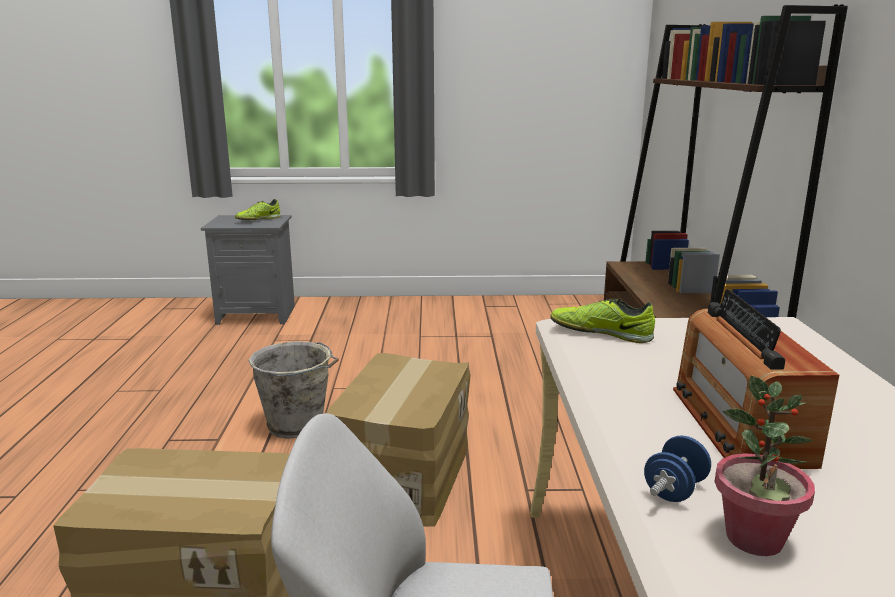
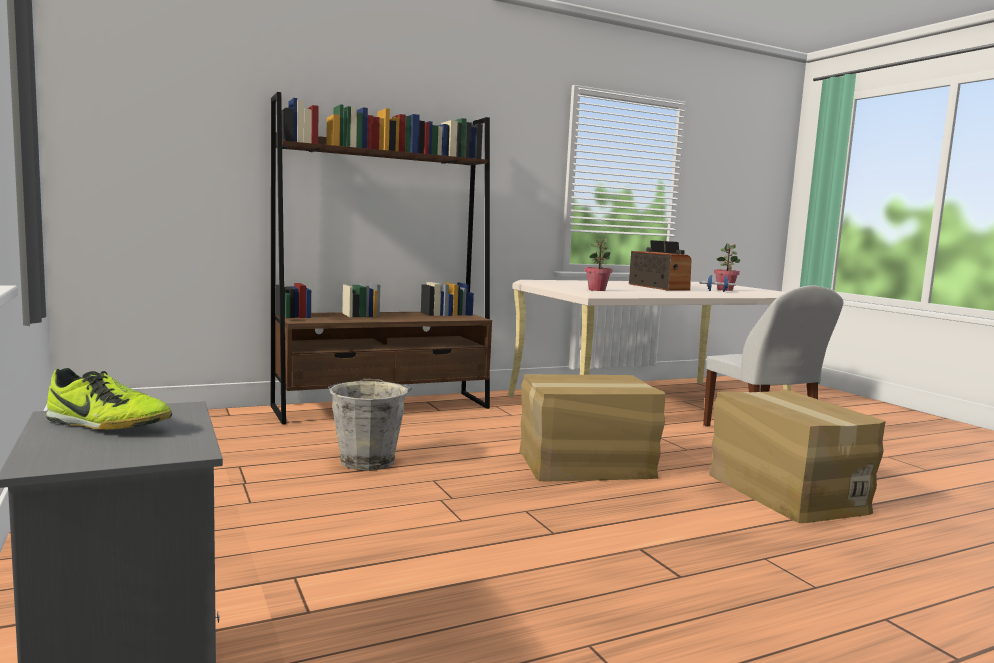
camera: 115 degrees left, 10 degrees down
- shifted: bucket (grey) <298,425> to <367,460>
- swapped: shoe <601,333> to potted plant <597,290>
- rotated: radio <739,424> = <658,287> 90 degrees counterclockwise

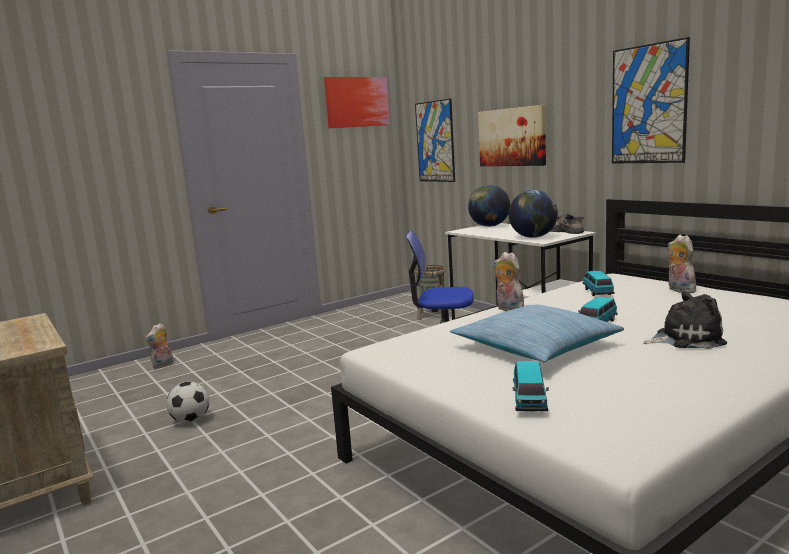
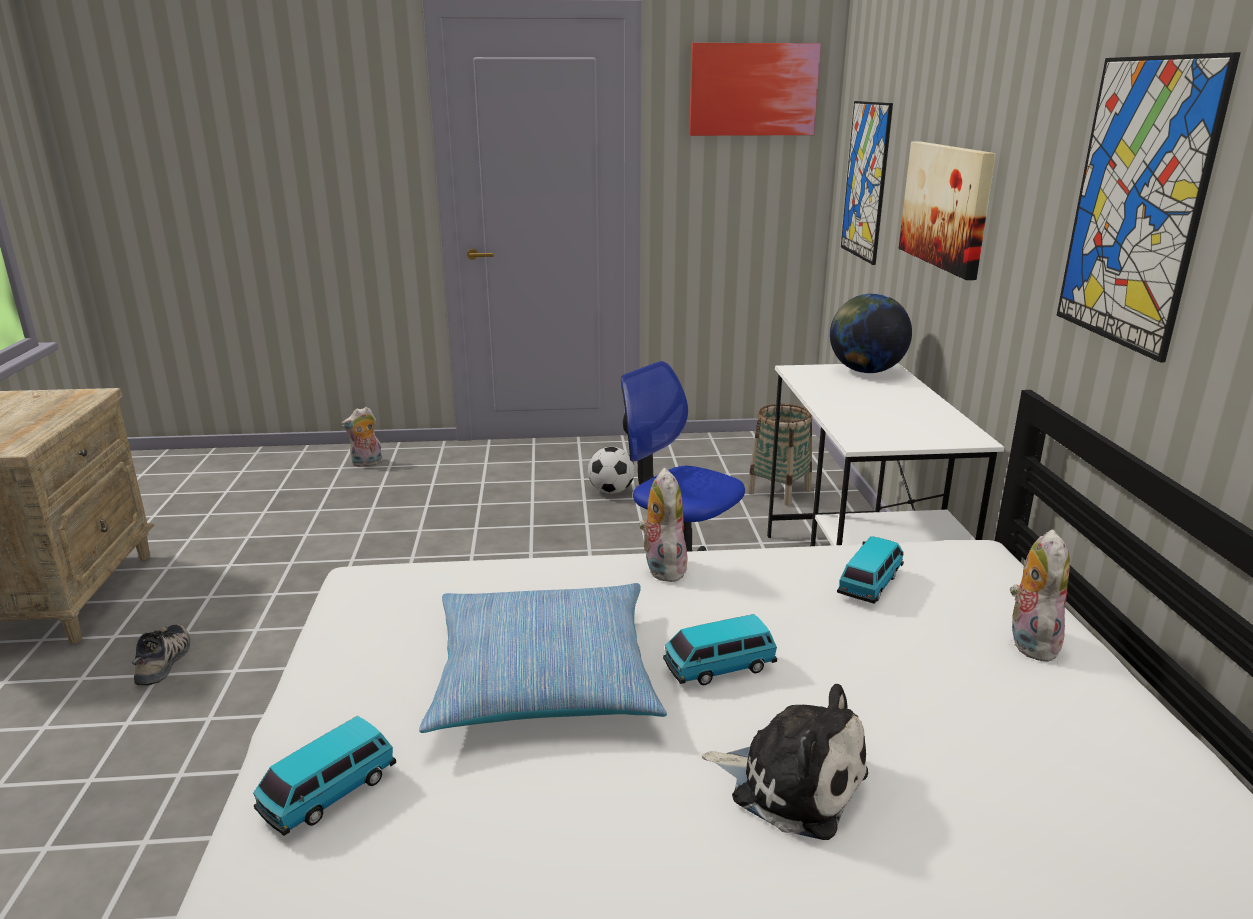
camera: 30 degrees right, 10 degrees up
- shifted: shoe <565,231> to <165,660>
- shifted: football <190,420> to <611,491>
- gone: globe <533,237>

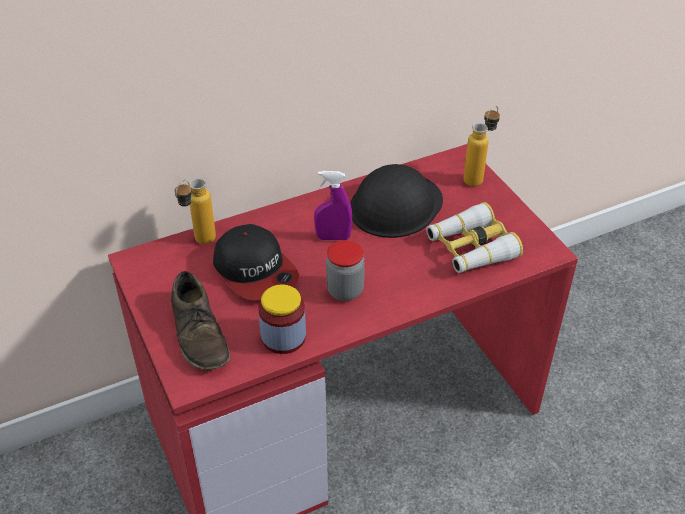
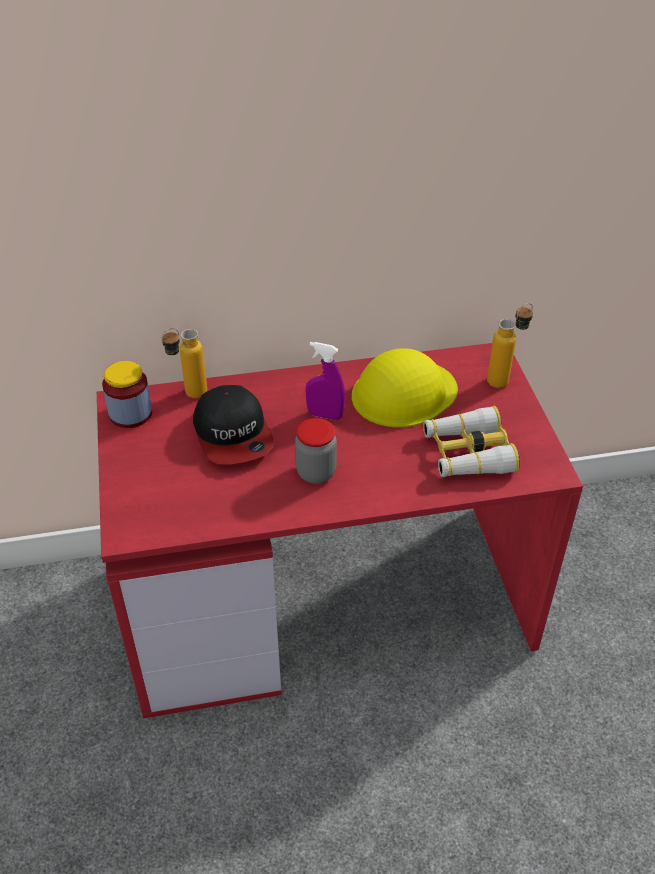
camera: 15 degrees right, 0 degrees up
- shifted: jar <283,337> to <130,414>
- repainted: hard hat (black) <395,205> to hard hat (yellow) <403,393>
- gone: shoe (brown) <199,333>

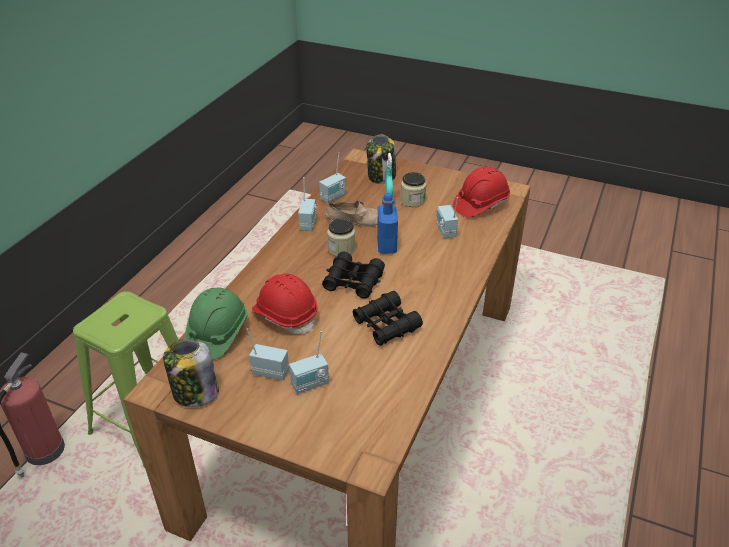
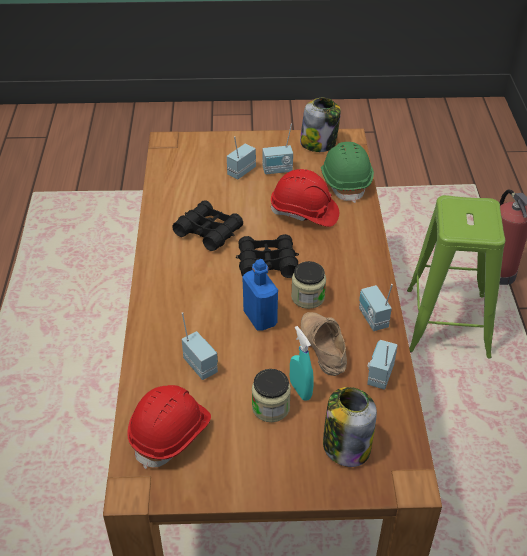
camera: 155 degrees right, 5 degrees up
- rotated: shoe (beige) <357,219> = <321,346> 90 degrees clockwise

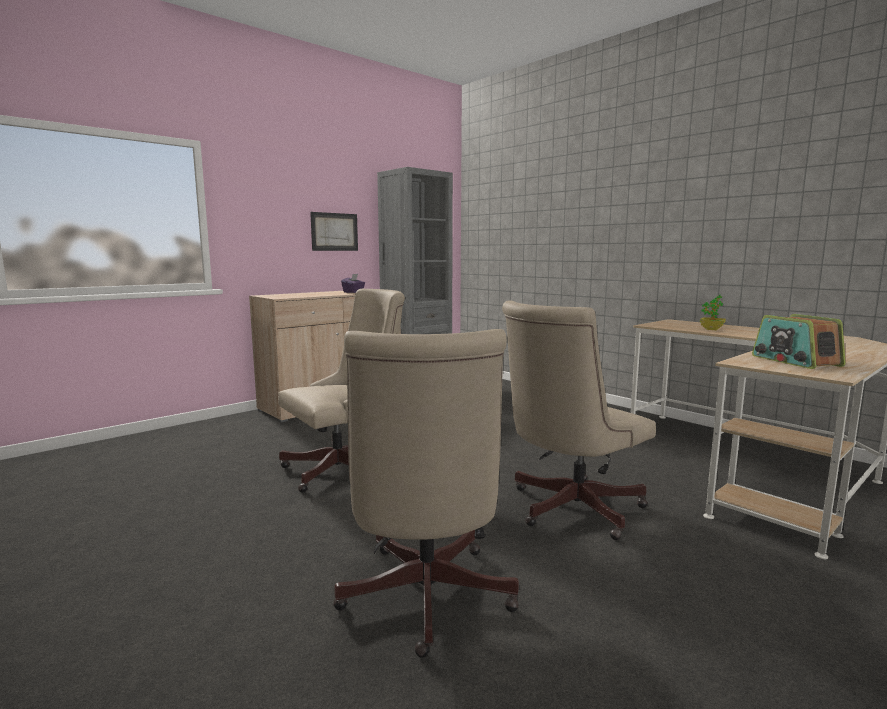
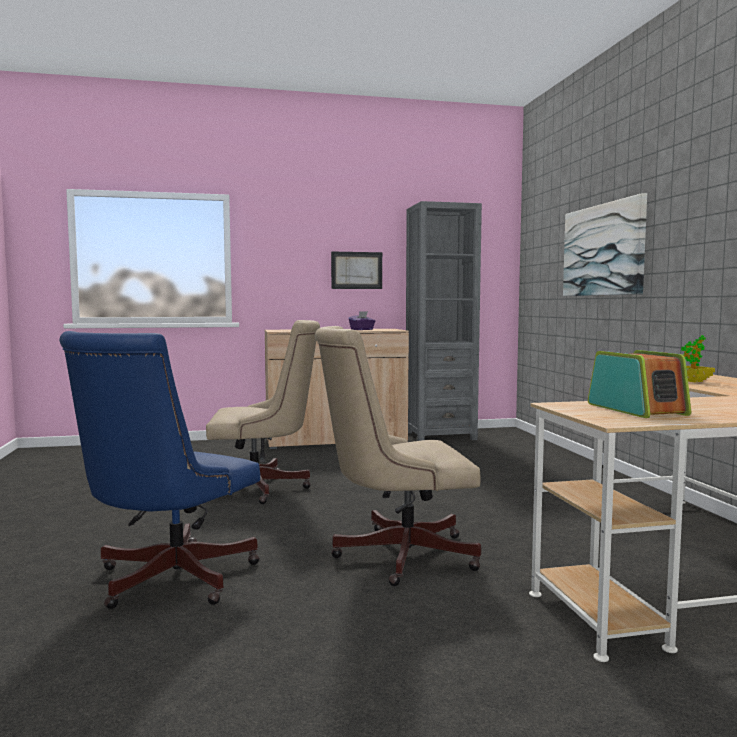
camera: 30 degrees right, 5 degrees down
- repainted: office chair (beige) <424,601> to office chair (blue) <166,581>
- new: picture <603,250>
- rotated: radio <795,361> = <637,409> 150 degrees clockwise

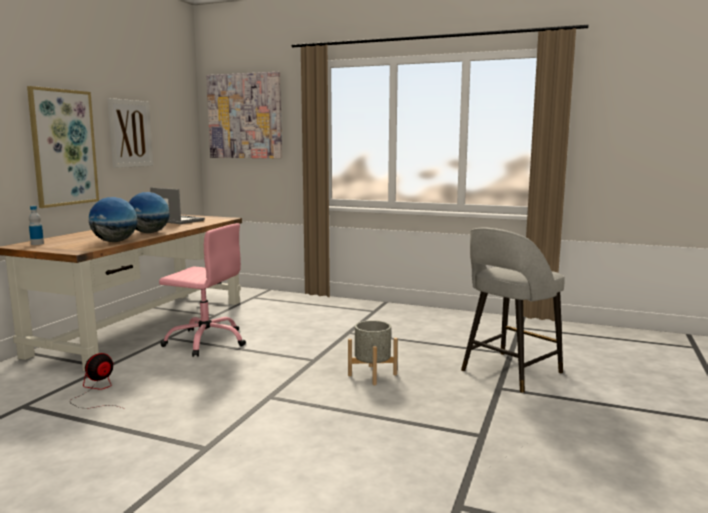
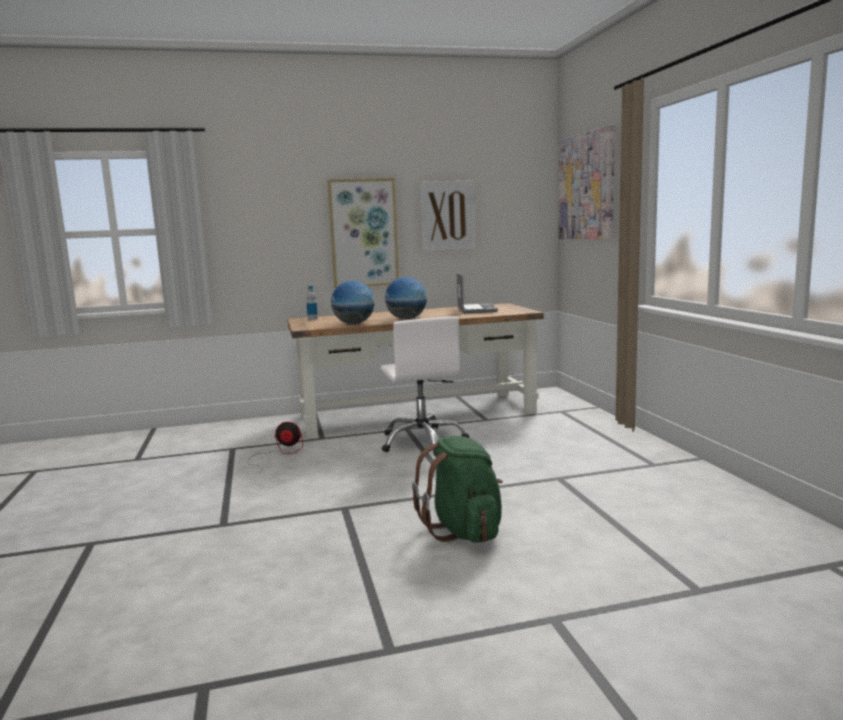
camera: 55 degrees right, 0 degrees up
- repainted: office chair (pink) <206,341> to office chair (white) <423,441>
- swapped: planter (grey) <372,375> to backpack (green) <464,531>
- gone: stool (grey) <509,372>

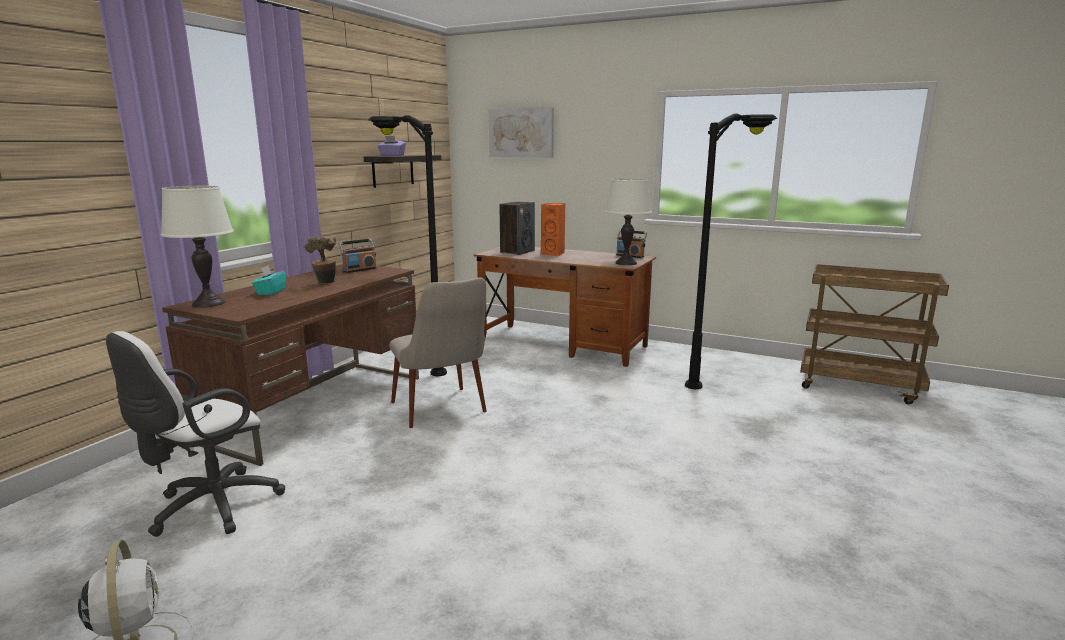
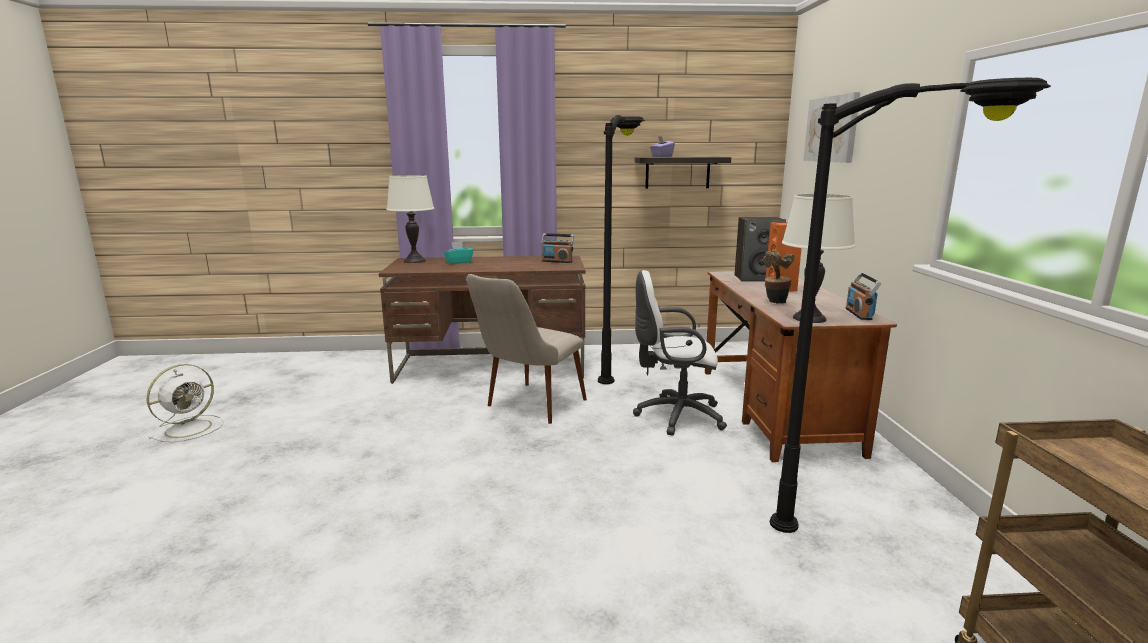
camera: 60 degrees right, 0 degrees up
- shifted: office chair (white) <209,508> to <674,416>
- shifted: potted plant <325,283> to <775,303>

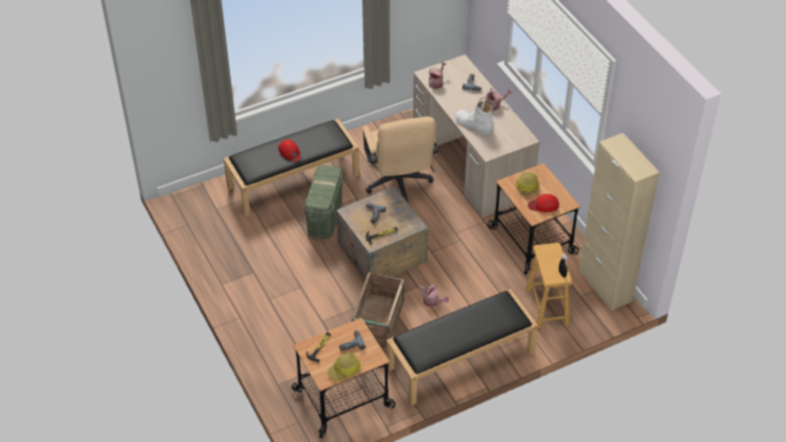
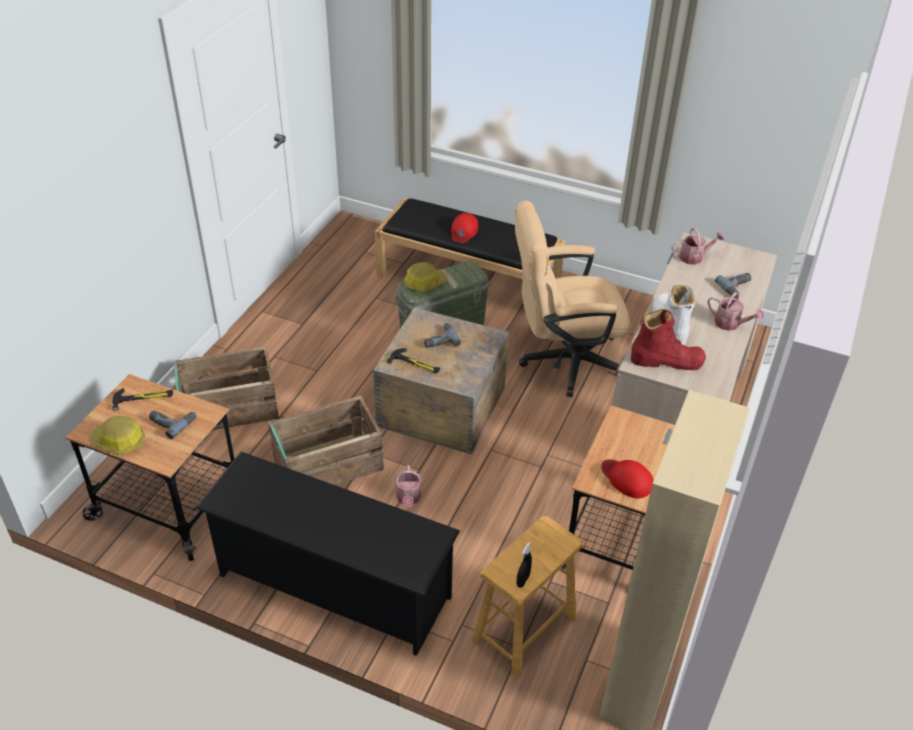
camera: 50 degrees right, 5 degrees down
- new: crate <228,408>
- swapped: bench (black) <460,360> to shoe rack (black) <333,586>
- shifted: hard hat <527,185> to <424,283>
- rotated: office chair (beige) <399,185> = <563,361> 45 degrees clockwise
- new: boot (red) <666,361>

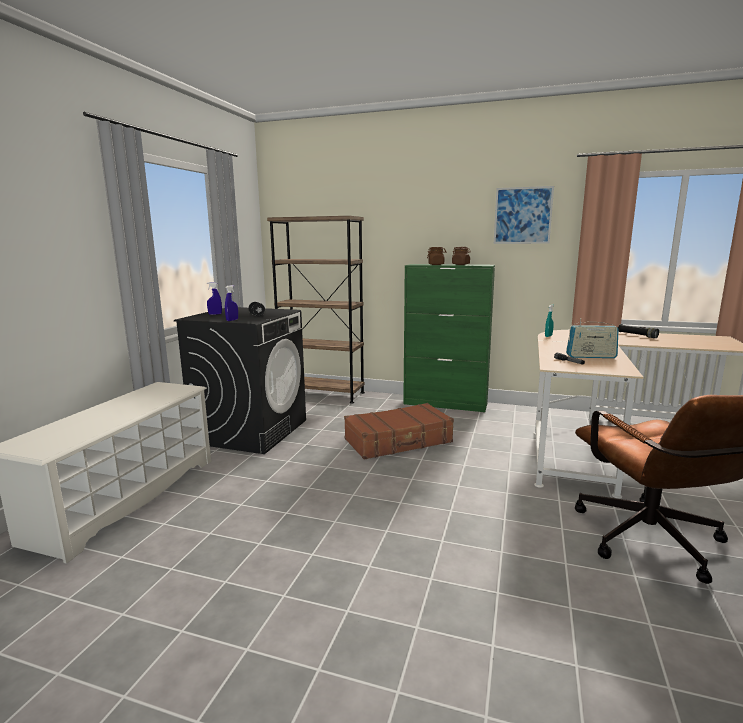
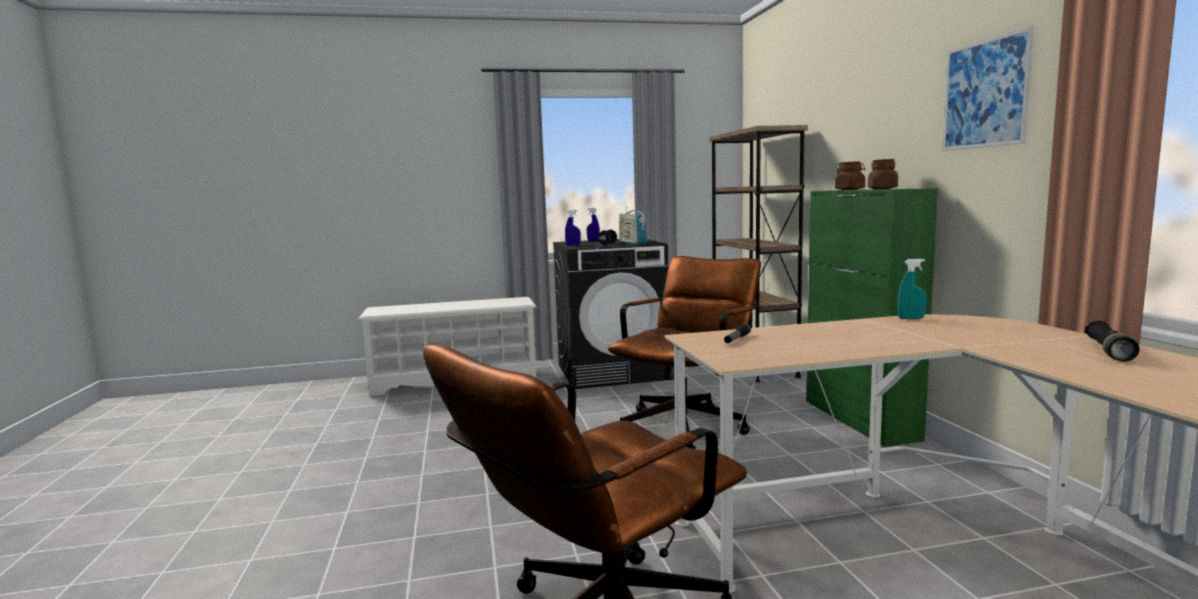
camera: 60 degrees right, 5 degrees down
- swapped: suitcase (brown) <399,441> to office chair (brown) <687,425>
- shifted: radio <591,356> to <632,242>

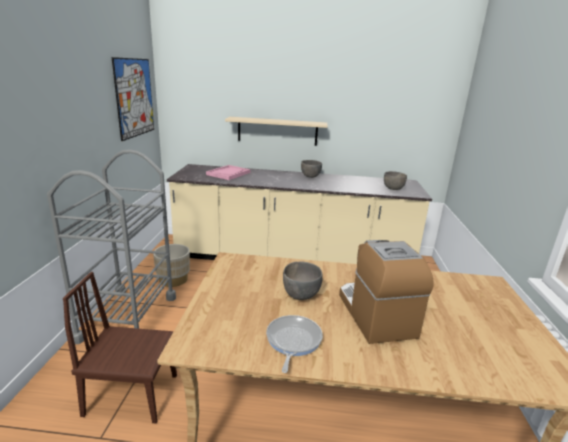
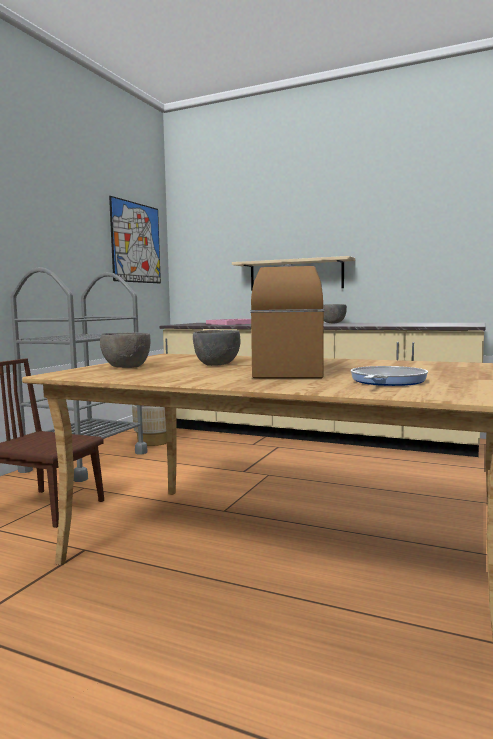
camera: 20 degrees right, 15 degrees down
- shifted: bowl (grey) <393,189> to <126,367>
- shifted: frying pan <292,341> to <386,381>

